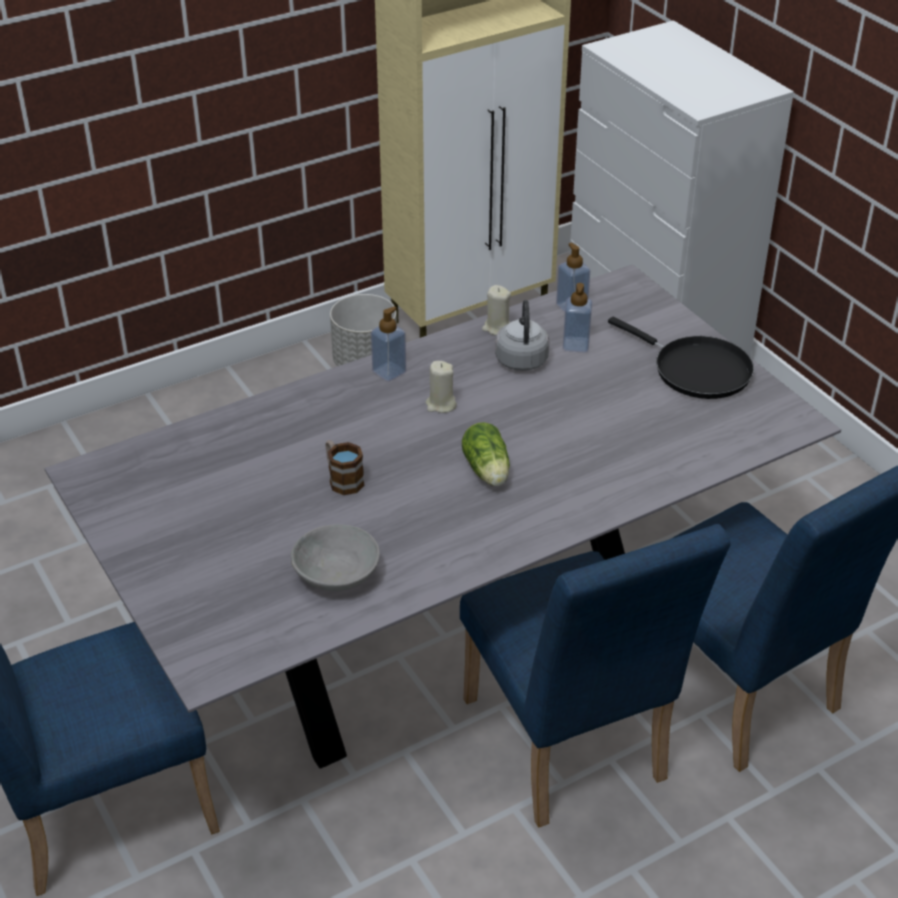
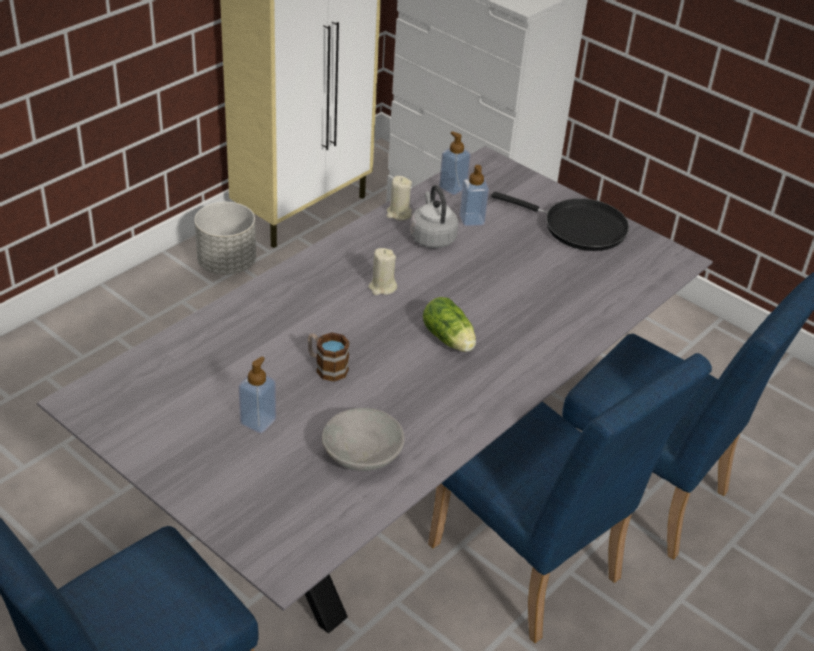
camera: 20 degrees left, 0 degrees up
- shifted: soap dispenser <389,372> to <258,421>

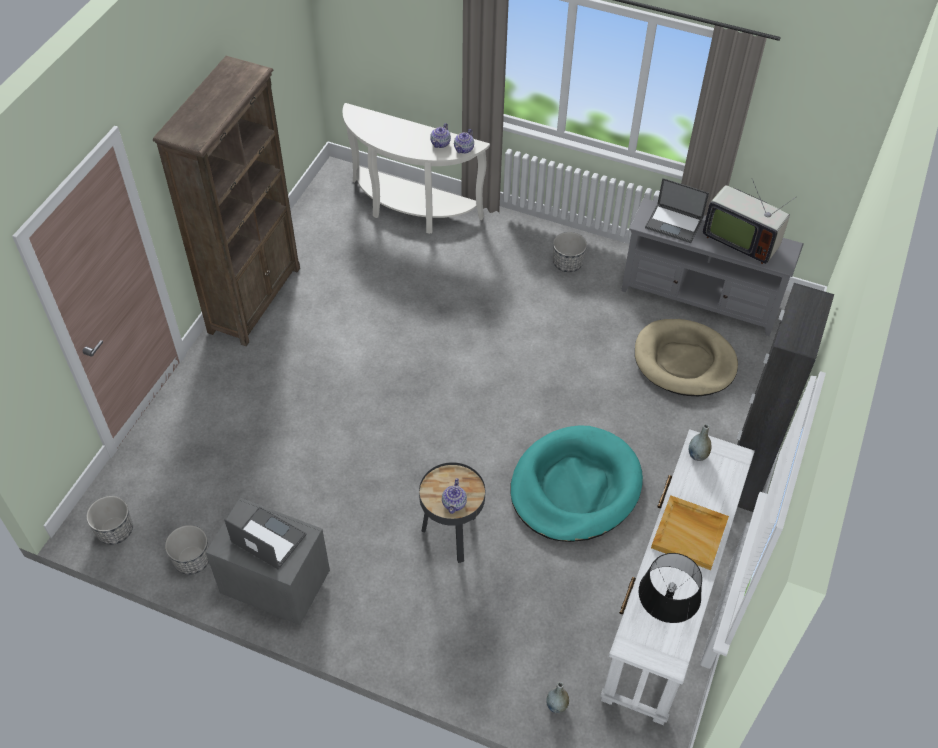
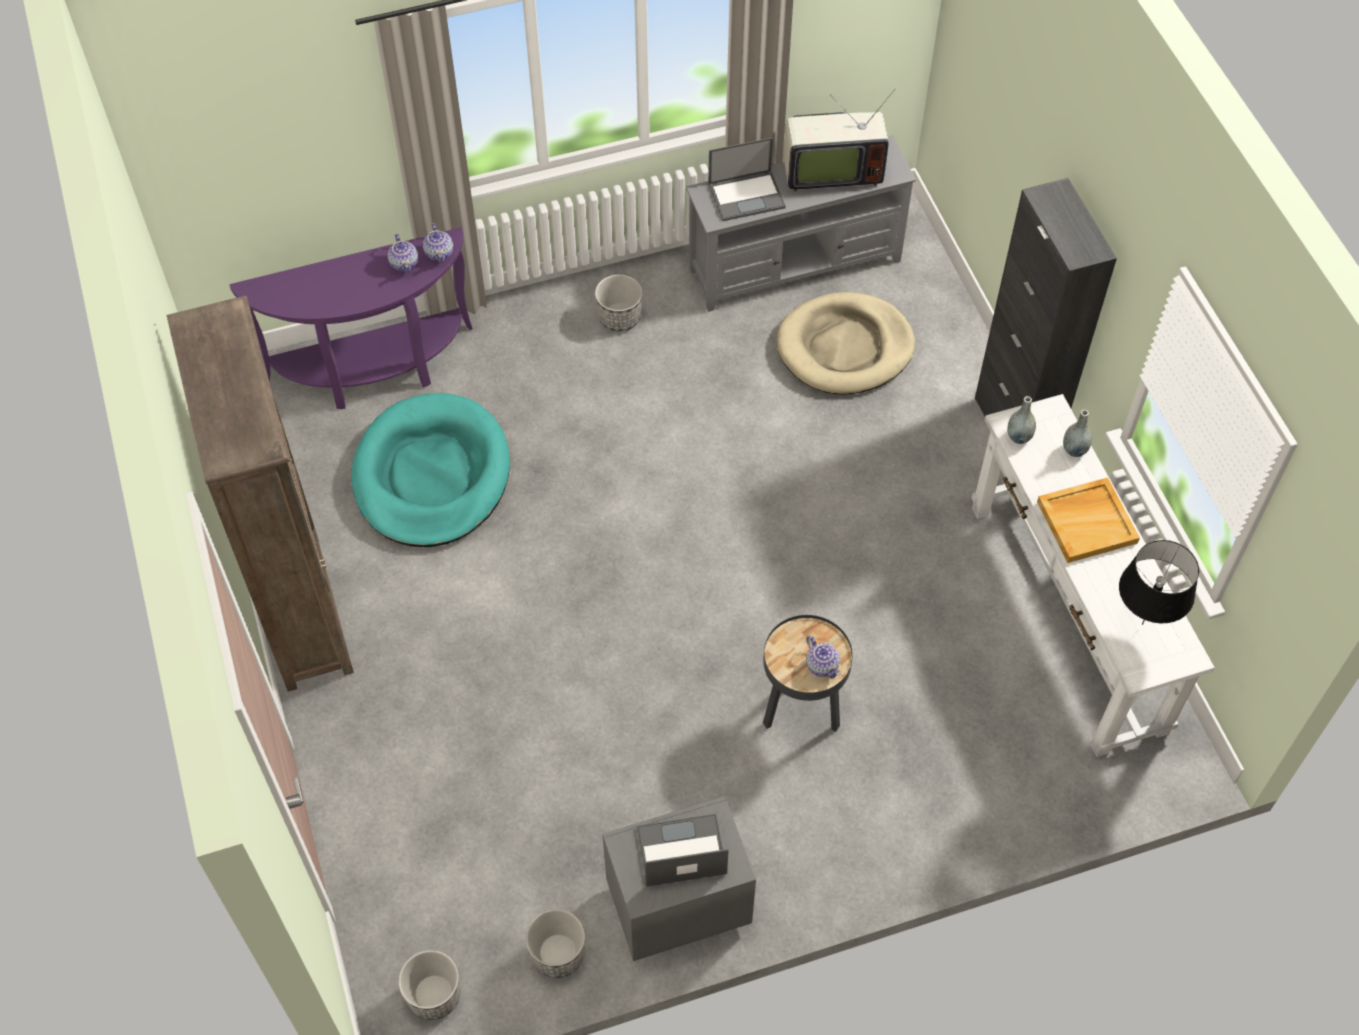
camera: 40 degrees left, 5 degrees up
- repainted: console table (white) <410,210> to console table (purple) <375,372>
- shifted: dog bed (turquoise) <575,487> to <432,475>
- shifted: vase (grey) <556,705> to <1074,450>

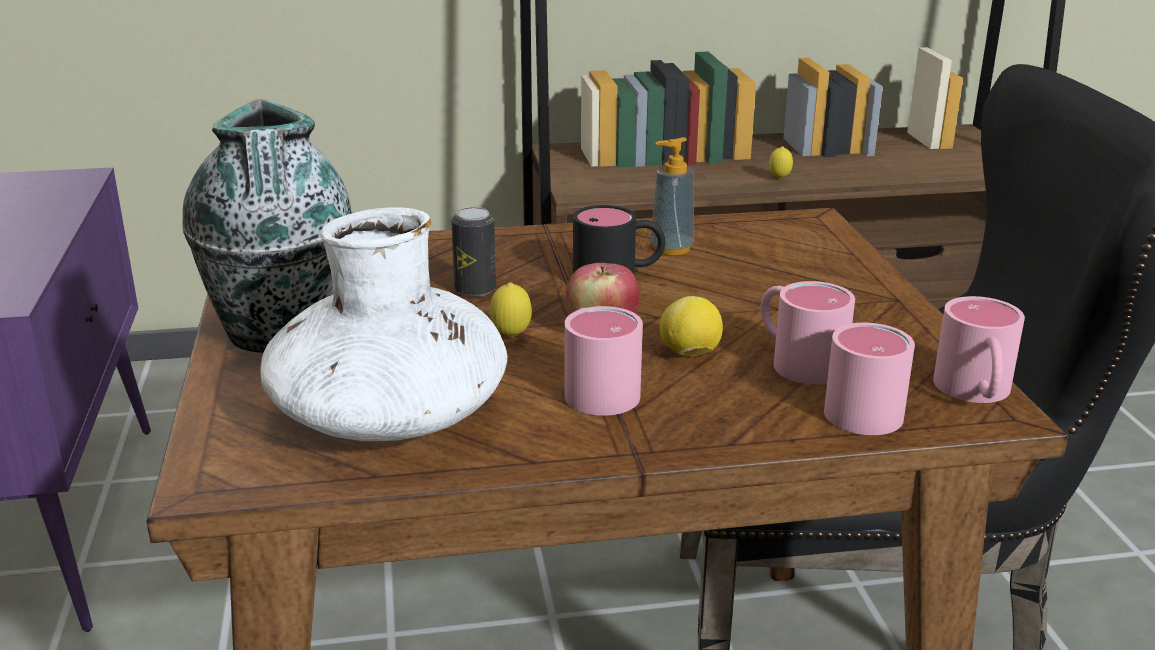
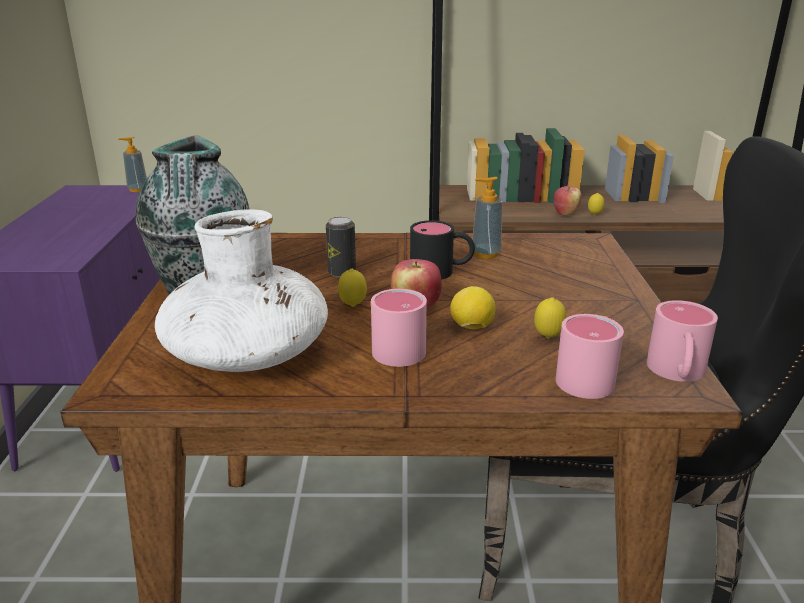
camera: 10 degrees right, 0 degrees up
- new: soap dispenser <138,189>
- swapped: mug (pink) <796,360> to lemon <548,338>
- new: apple <565,214>

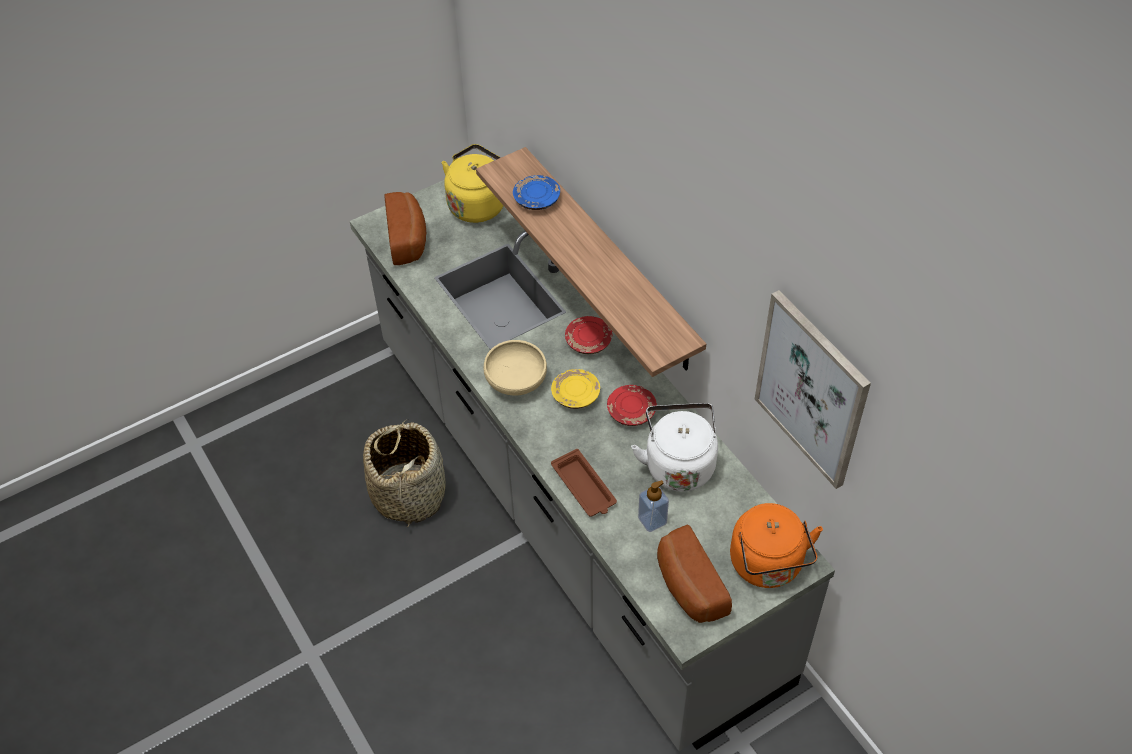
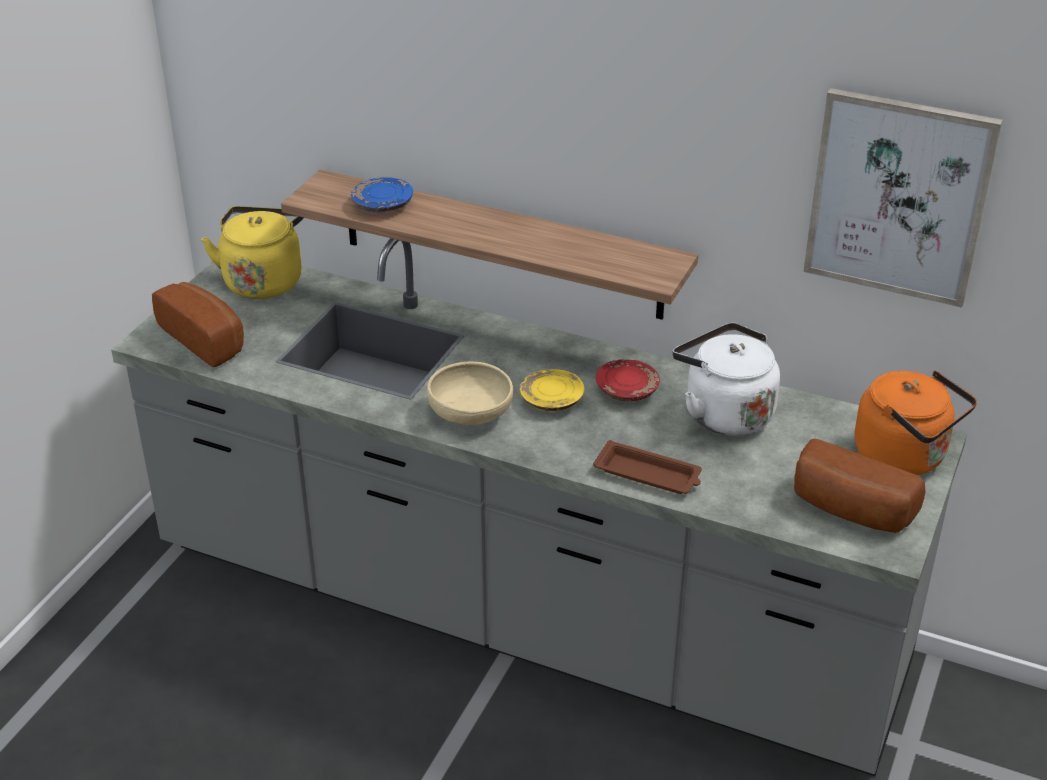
camera: 35 degrees left, 15 degrees down
- gone: basket <409,494>
- gone: plate (red) <588,341>
- gone: soap dispenser <652,520>

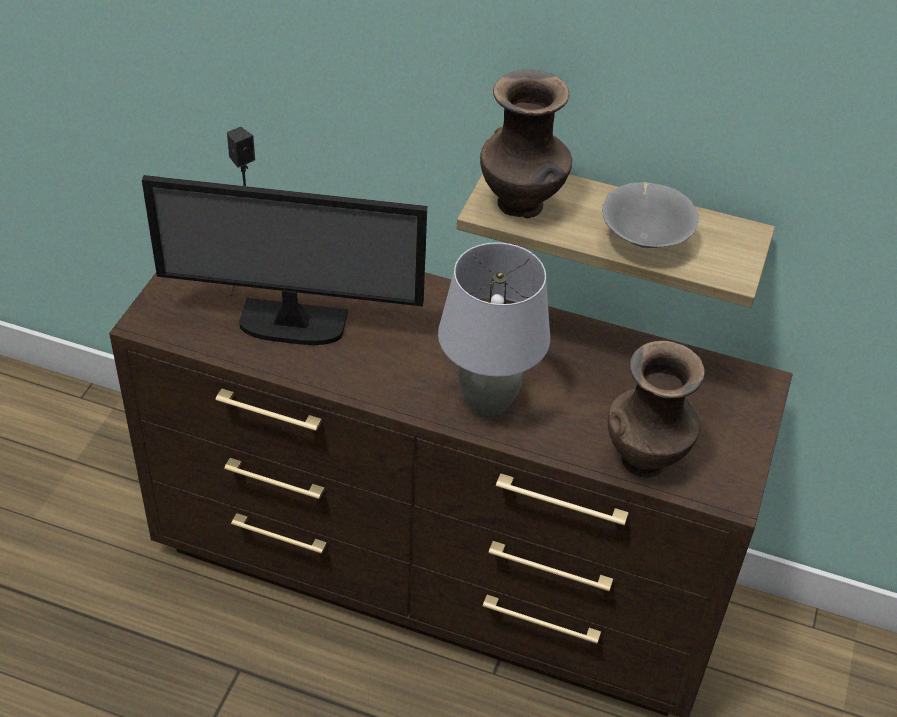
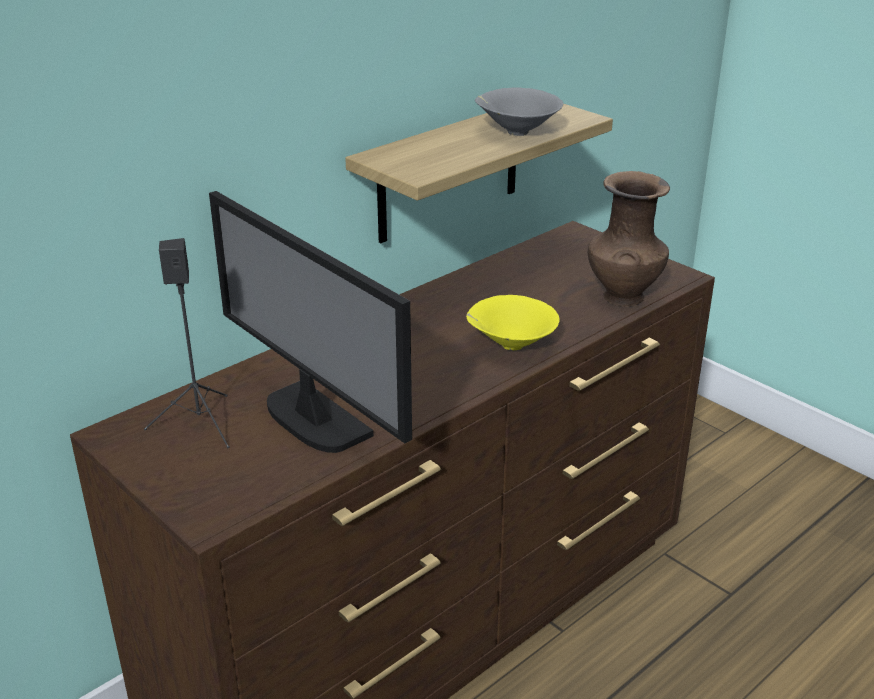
camera: 60 degrees left, 15 degrees down
- rotated: monitor <292,325> = <313,420> 105 degrees clockwise
- swapped: table lamp (grey) <487,404> to bowl (yellow) <510,345>
- gone: vase (brown) <522,206>

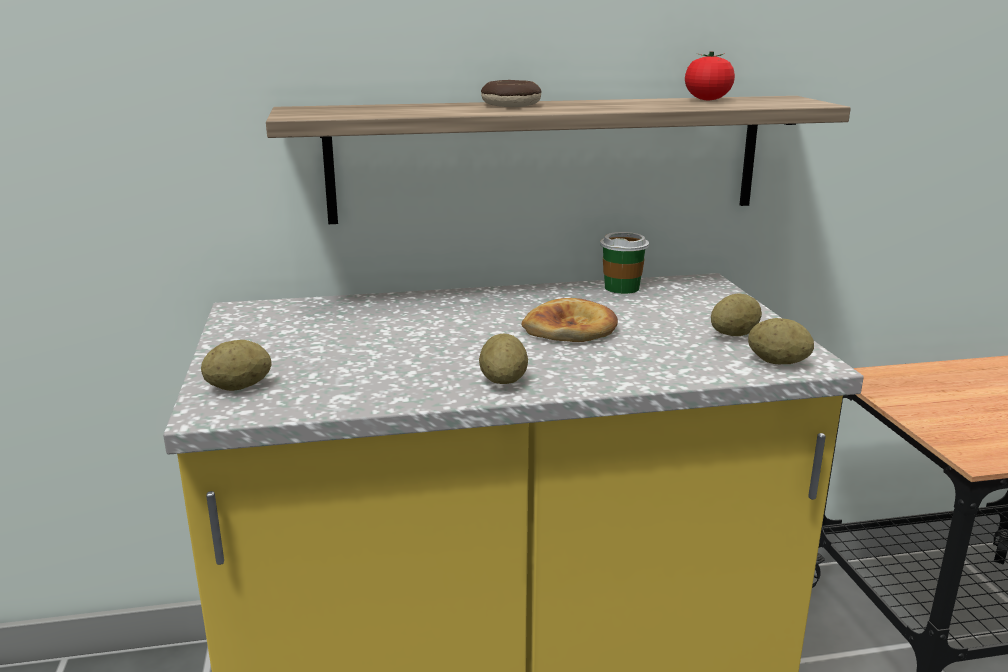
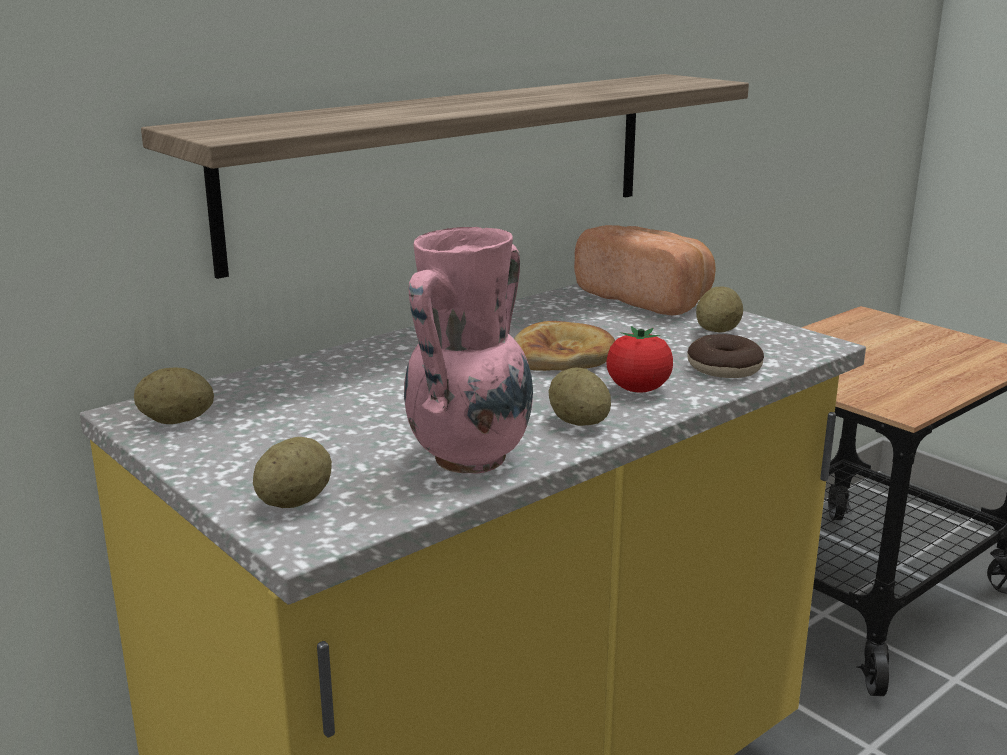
camera: 30 degrees left, 0 degrees up
- shifted: potato <778,362> to <177,421>
- new: vase (pink) <467,460>
- new: bread <648,299>
- shifted: tomato <707,100> to <638,389>
- shifted: donut <511,104> to <724,368>
- gone: cup <622,288>

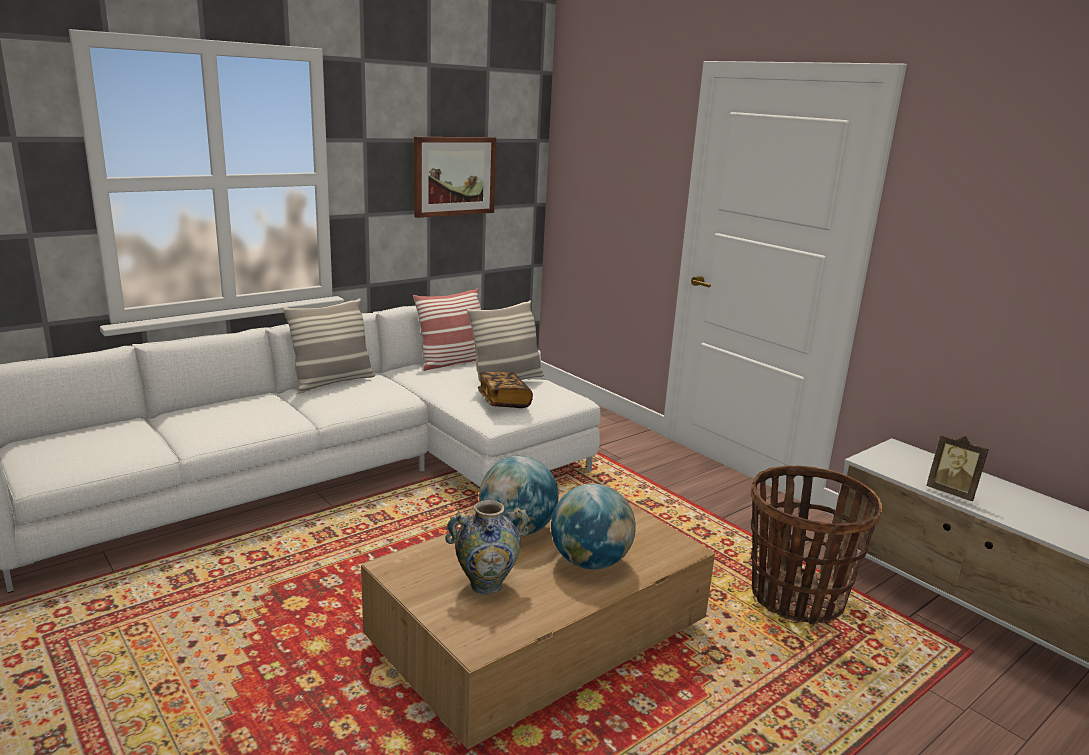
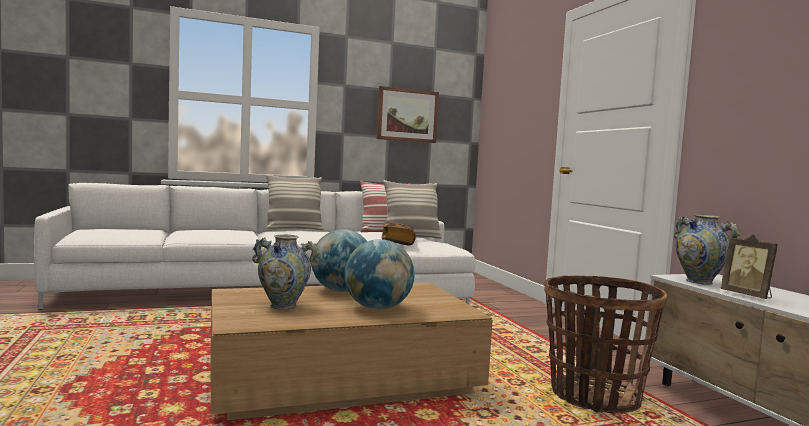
camera: 20 degrees right, 15 degrees down
- new: vase <699,282>

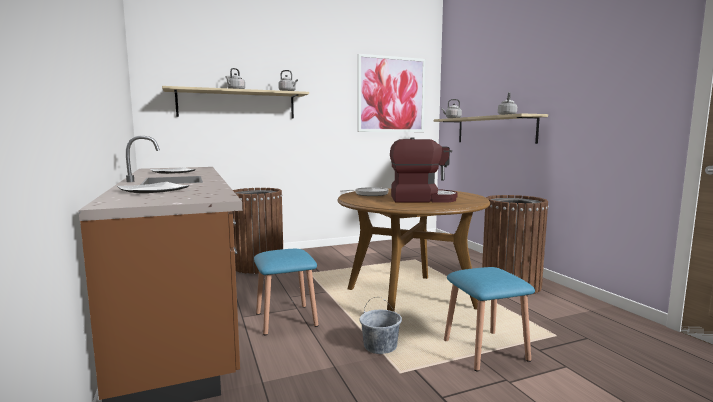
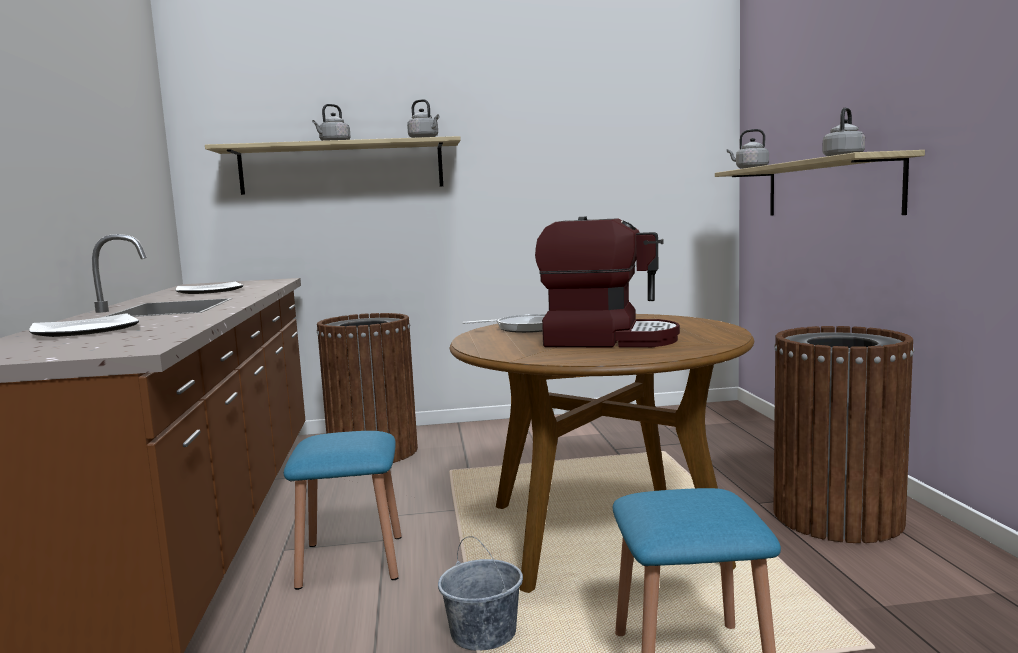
camera: 15 degrees right, 0 degrees up
- gone: picture <391,94>

